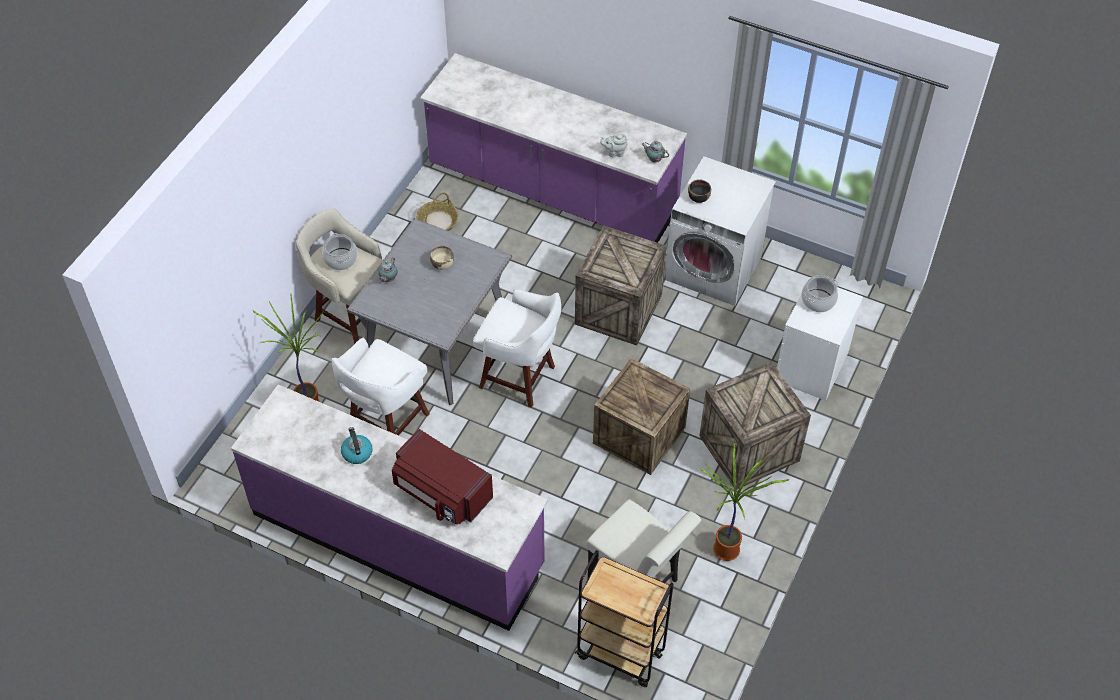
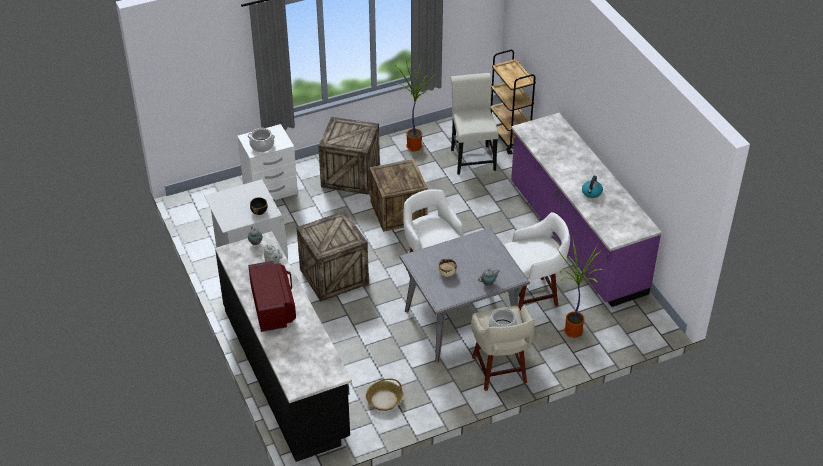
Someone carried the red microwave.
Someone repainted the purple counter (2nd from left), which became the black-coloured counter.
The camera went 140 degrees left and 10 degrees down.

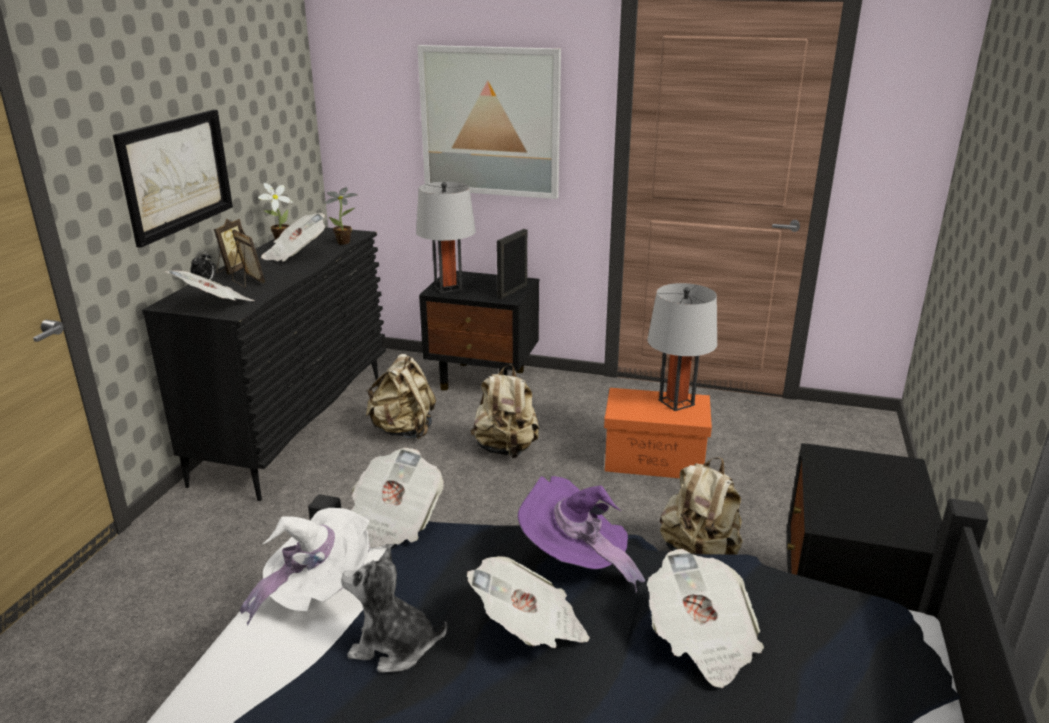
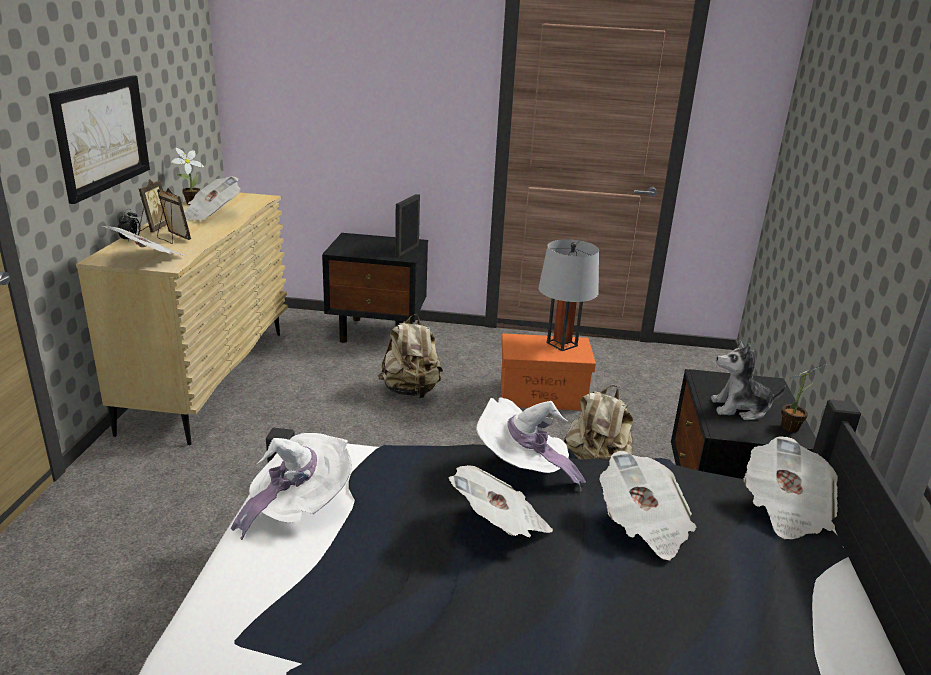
Someone took away the beige-coloured rucksack (1st from left).
Someone took away the greyish table lamp (1st from left).
Someone took away the picture (2nd from left).
Someone carried the plant in a pot (2nd from left).
Someone carried the cuddly toy.
Someone carried the daily paper (3rd from left in the first image).
Someone repainted the black-coloured drawer chest, which became the beige-coloured drawer chest.
Someone repainted the purple clothing hat, which became the white-coloured clothing hat (2nd from left).
The camera went 10 degrees left and 0 degrees up.

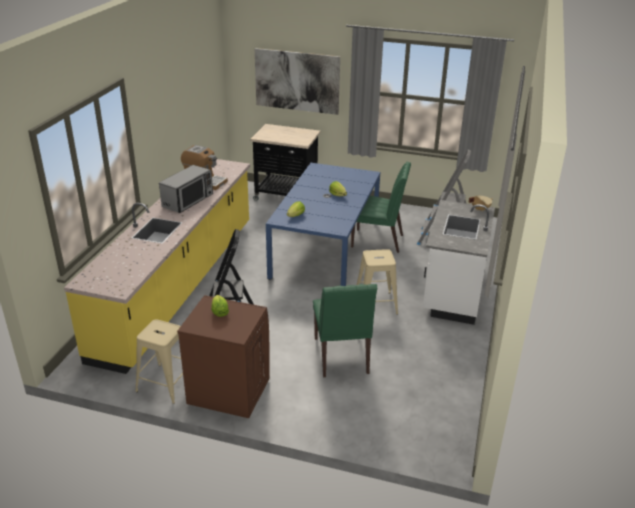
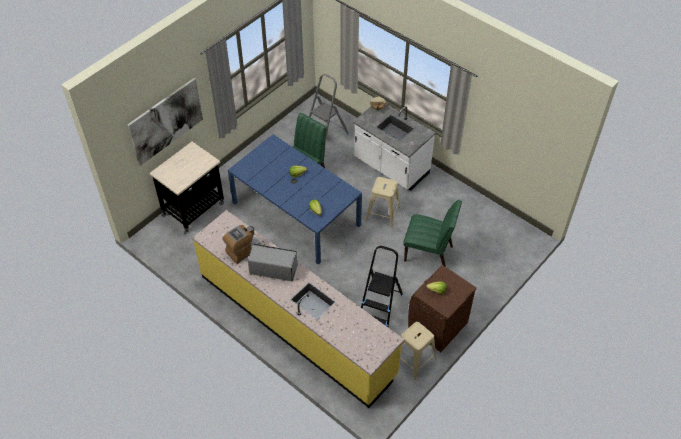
Someone rotated the microwave by 45 degrees counterclockwise.
The camera went 65 degrees left and 20 degrees up.

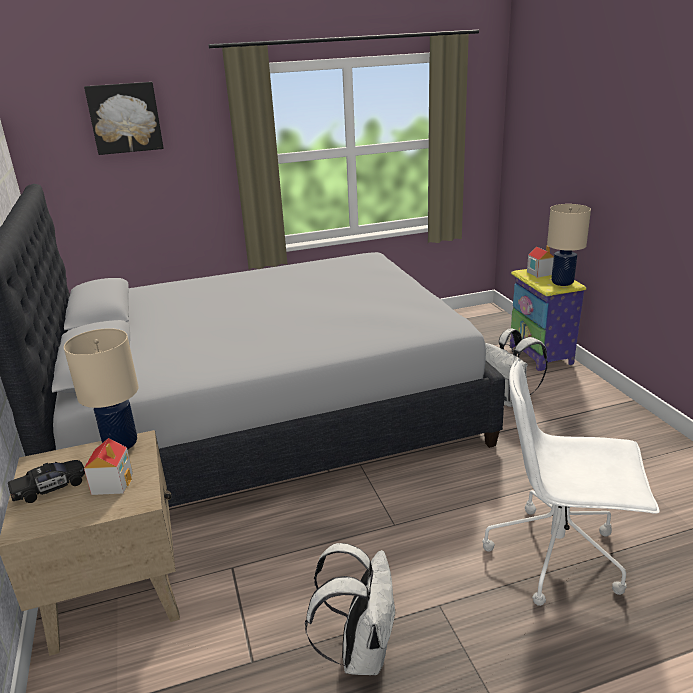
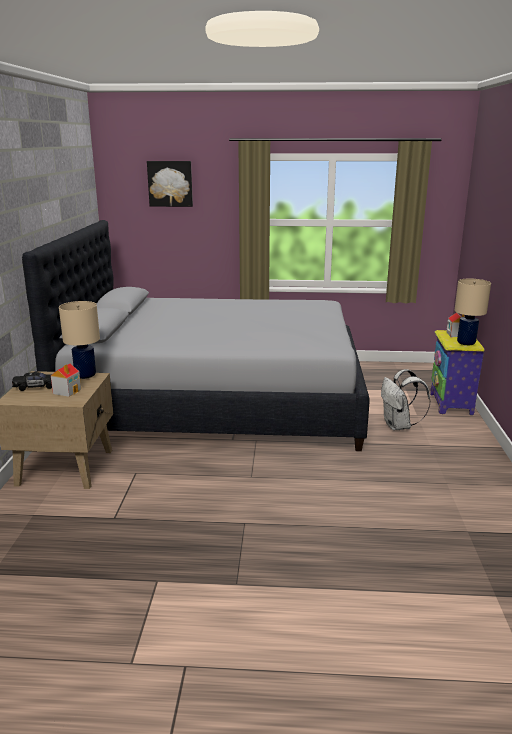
Someone took away the white-coloured rucksack (1st from left).
Someone took away the white-coloured desk chair.
The camera went 20 degrees right and 5 degrees down.

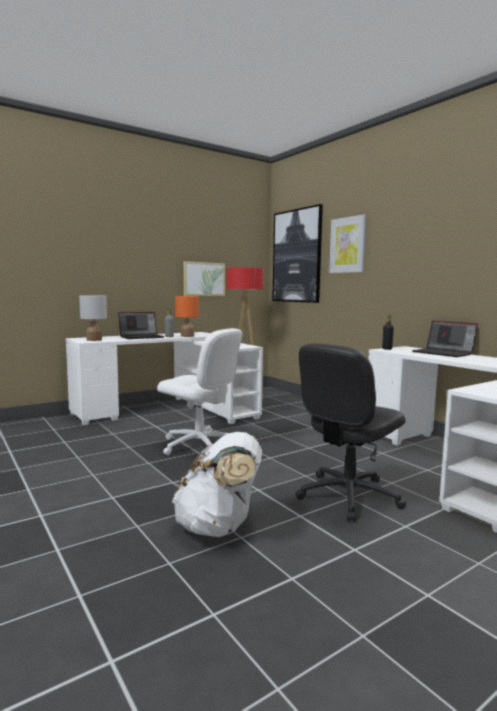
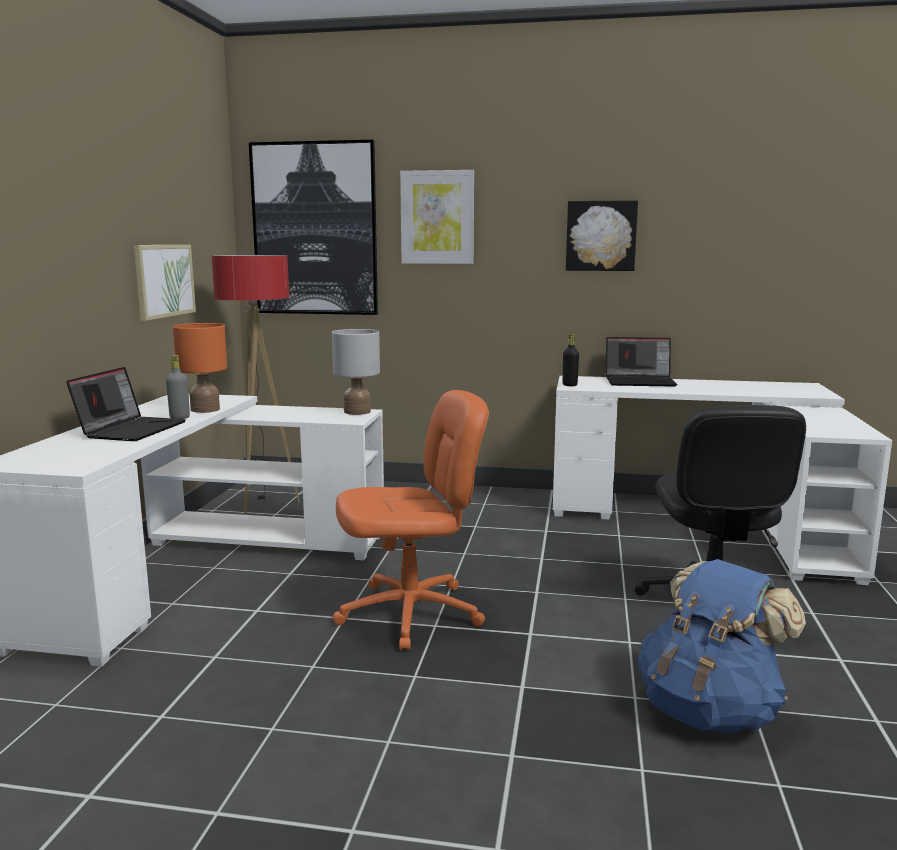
Someone put up the picture (4th from left).
Someone carried the greyish table lamp.
Someone repainted the white-coloured desk chair, which became the orange-coloured desk chair.
Someone repainted the white-coloured rucksack, which became the blue rucksack.
The camera went 45 degrees left and 5 degrees up.

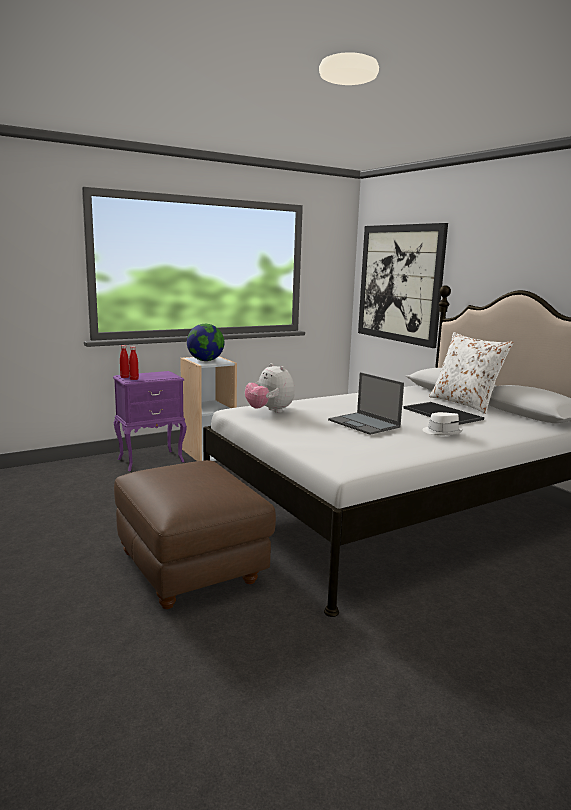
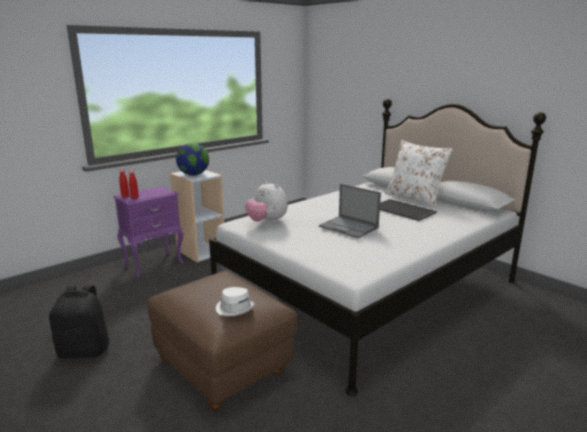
Someone took away the picture.
Someone put down the black-coloured rucksack.
Someone carried the white-coloured clothing hat.
The camera went 10 degrees left and 5 degrees up.

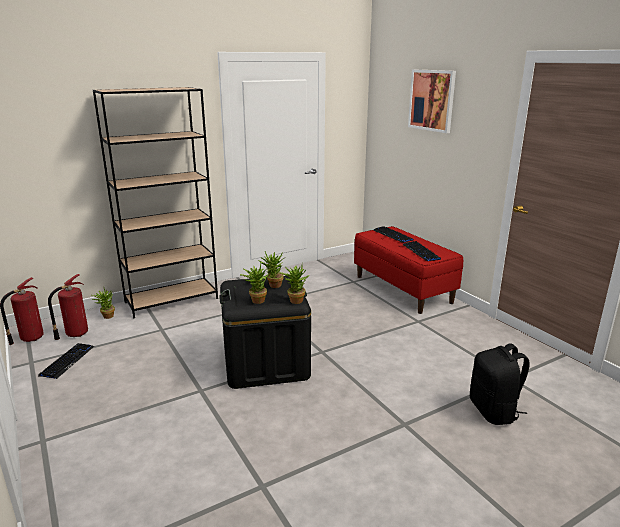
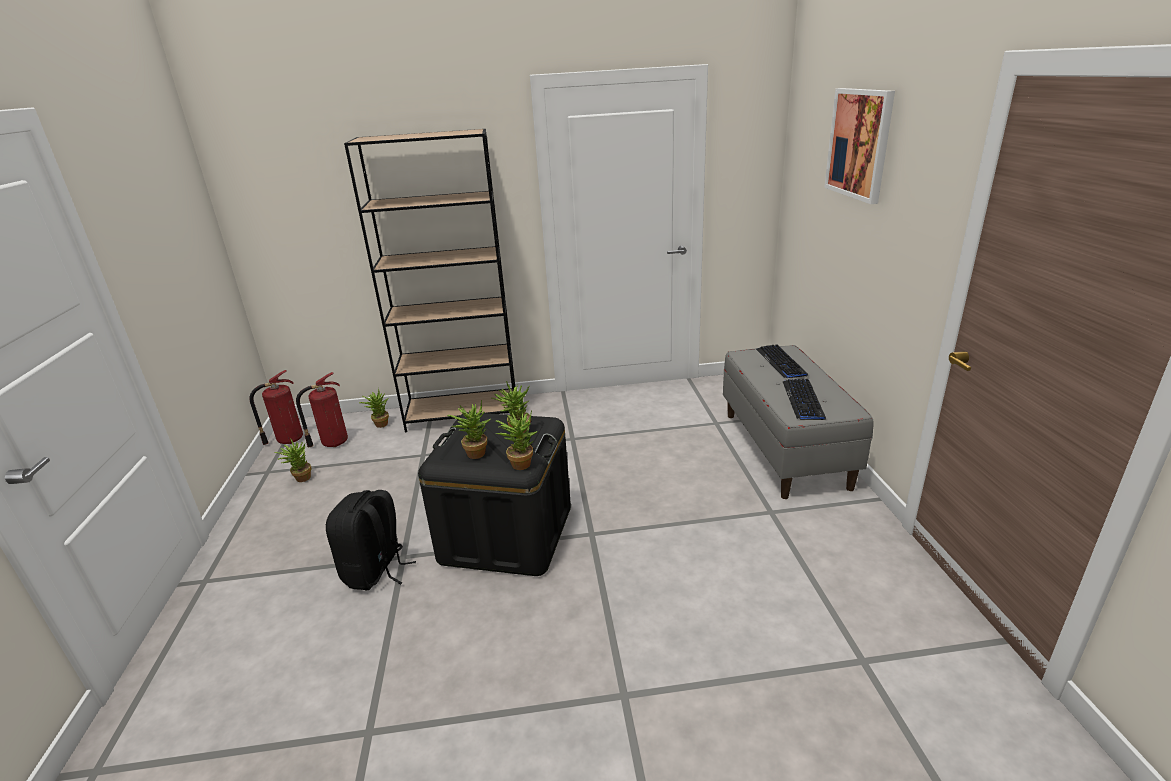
Someone carried the black-coloured rucksack.
Someone swapped the computer keyboard (1st from left) for the plant in a pot (1st from left).
Someone repainted the red indoor bench, which became the greyish indoor bench.
The camera went 25 degrees right and 5 degrees up.

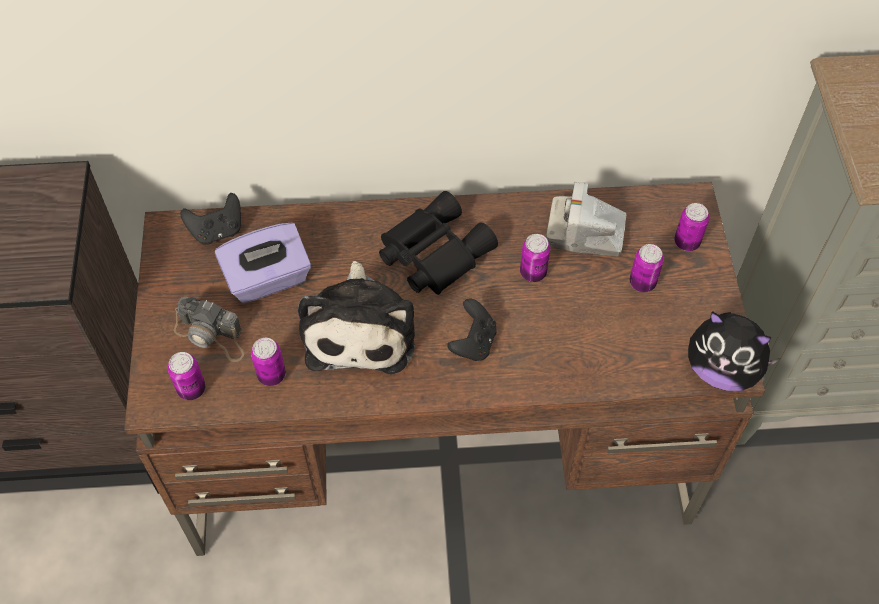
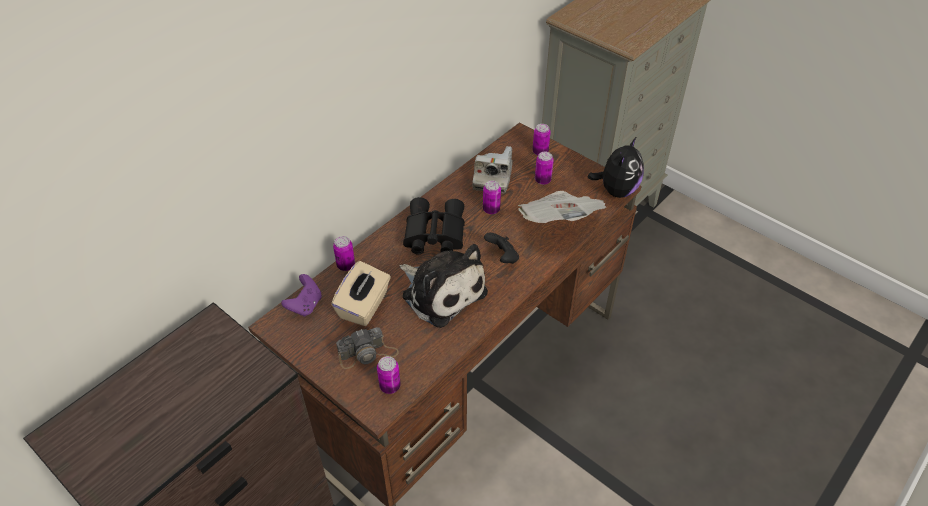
Someone put down the daily paper.
Someone carried the sealed can (2nd from left in the first image).
Someone repainted the black-coloured joypad (1st from left), which became the purple joypad.
Someone repainted the purple tissue holder, which became the beige-coloured tissue holder.
Someone rotated the still camera (2nd from left) by 45 degrees counterclockwise.
Someone rotated the cuddly toy (2nd from left) by 45 degrees counterclockwise.
The camera went 45 degrees left and 10 degrees down.

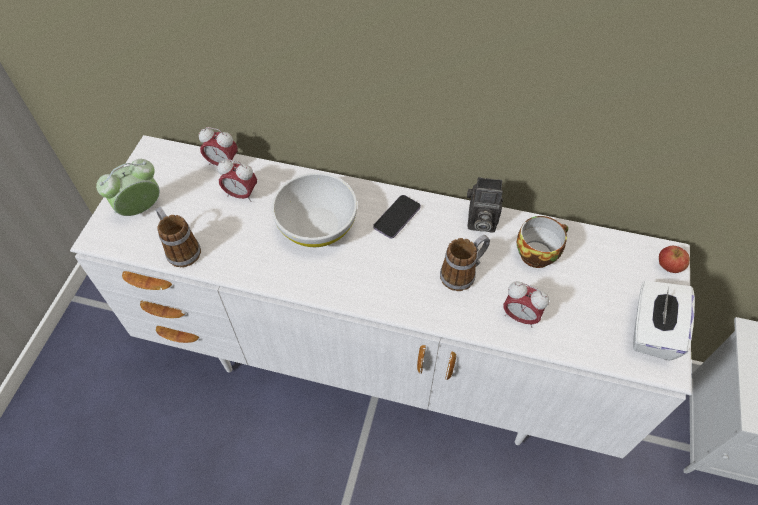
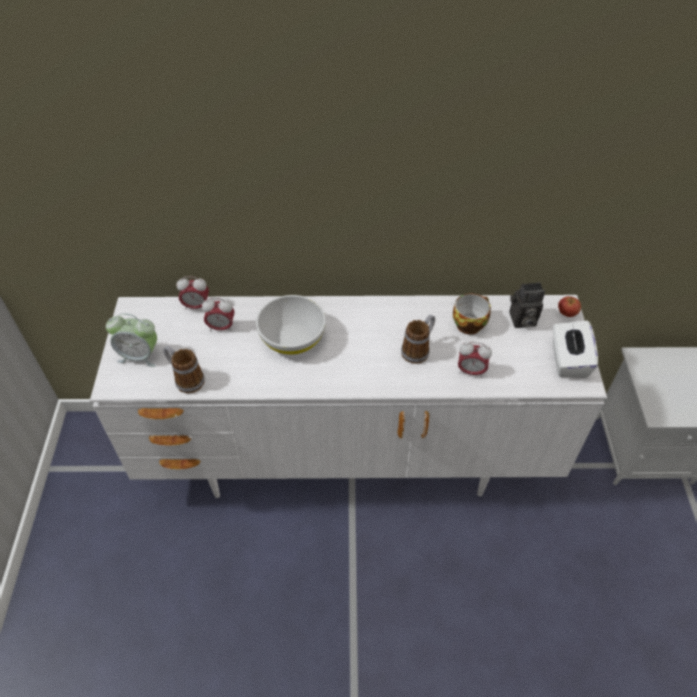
Someone took away the phone.
Someone carried the still camera.
Someone rotated the bedside clock (1st from left) by 120 degrees counterclockwise.
The camera went 15 degrees left and 5 degrees down.

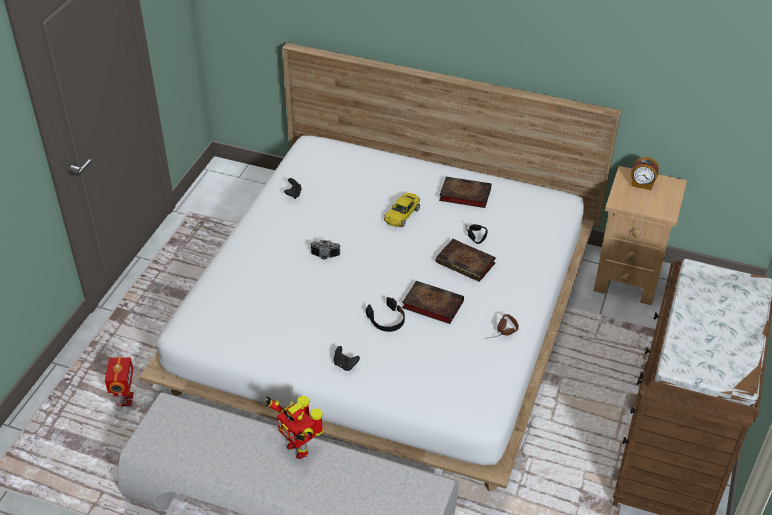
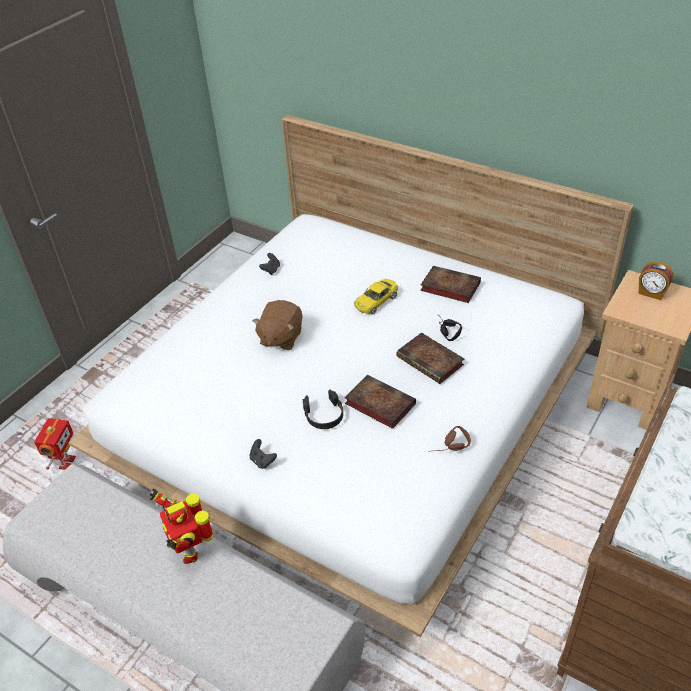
Someone swapped the still camera for the brown-coloured cuddly toy.
The camera went 15 degrees right and 0 degrees up.

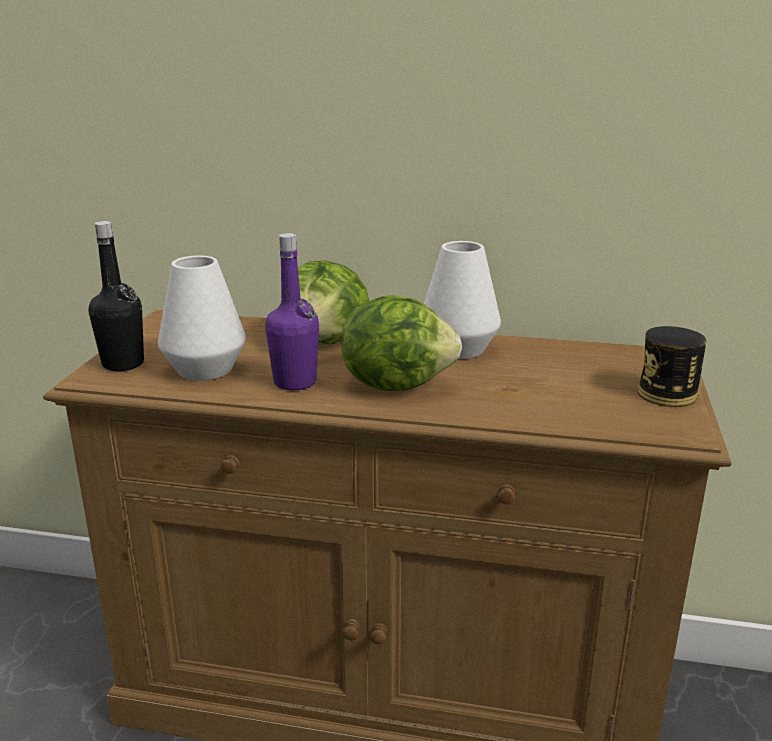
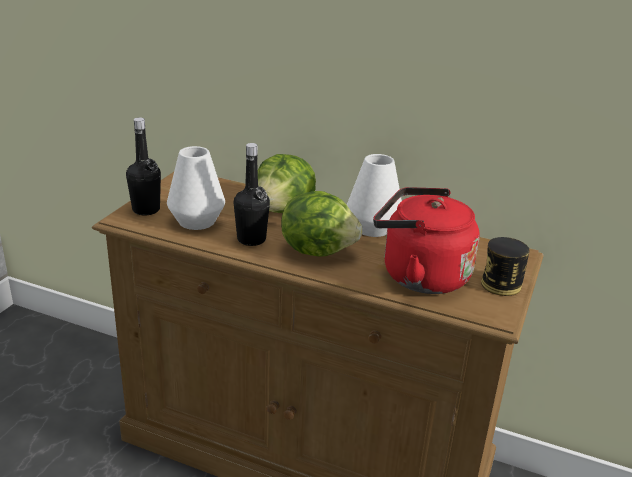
Someone put down the red kettle.
Someone repainted the purple beverage bottle, which became the black-coloured beverage bottle (2nd from left).
The camera went 10 degrees right and 5 degrees up.

